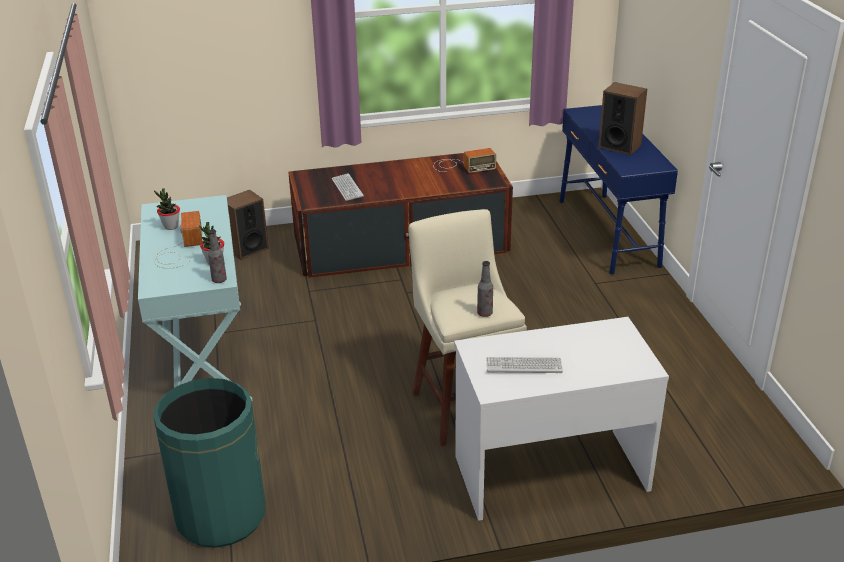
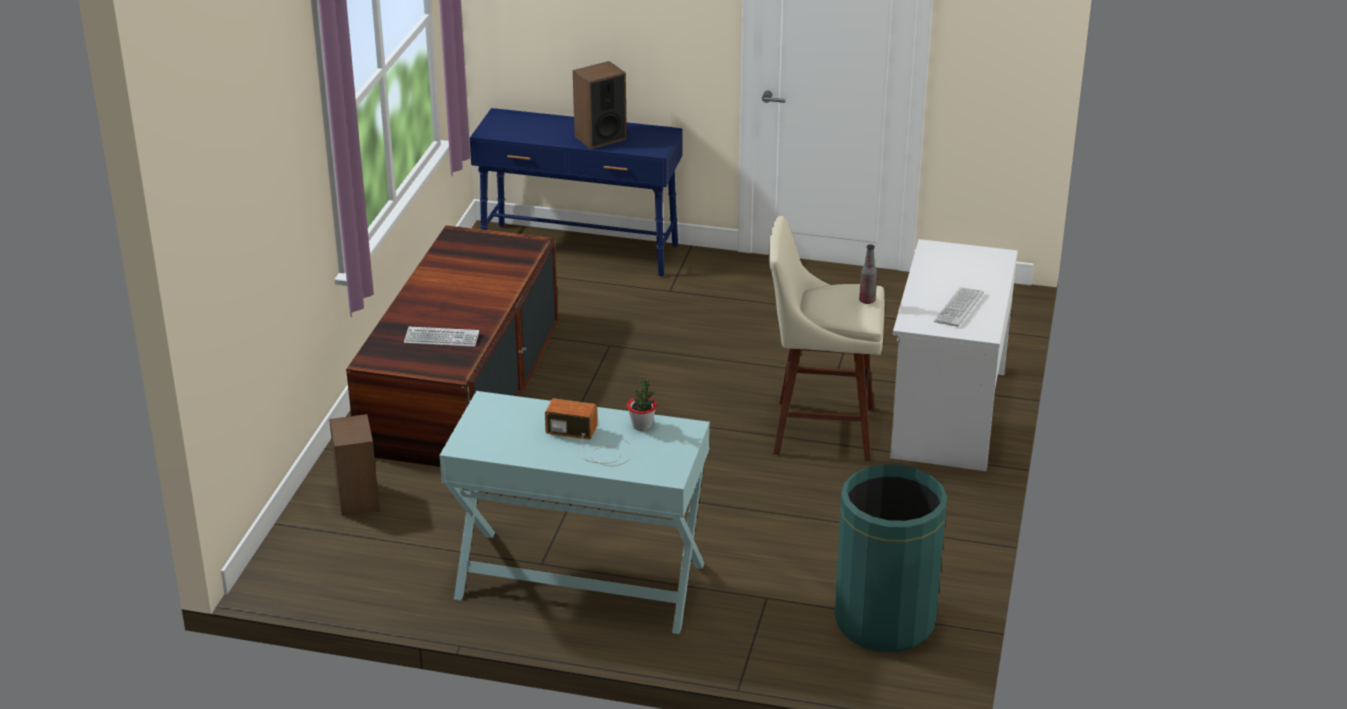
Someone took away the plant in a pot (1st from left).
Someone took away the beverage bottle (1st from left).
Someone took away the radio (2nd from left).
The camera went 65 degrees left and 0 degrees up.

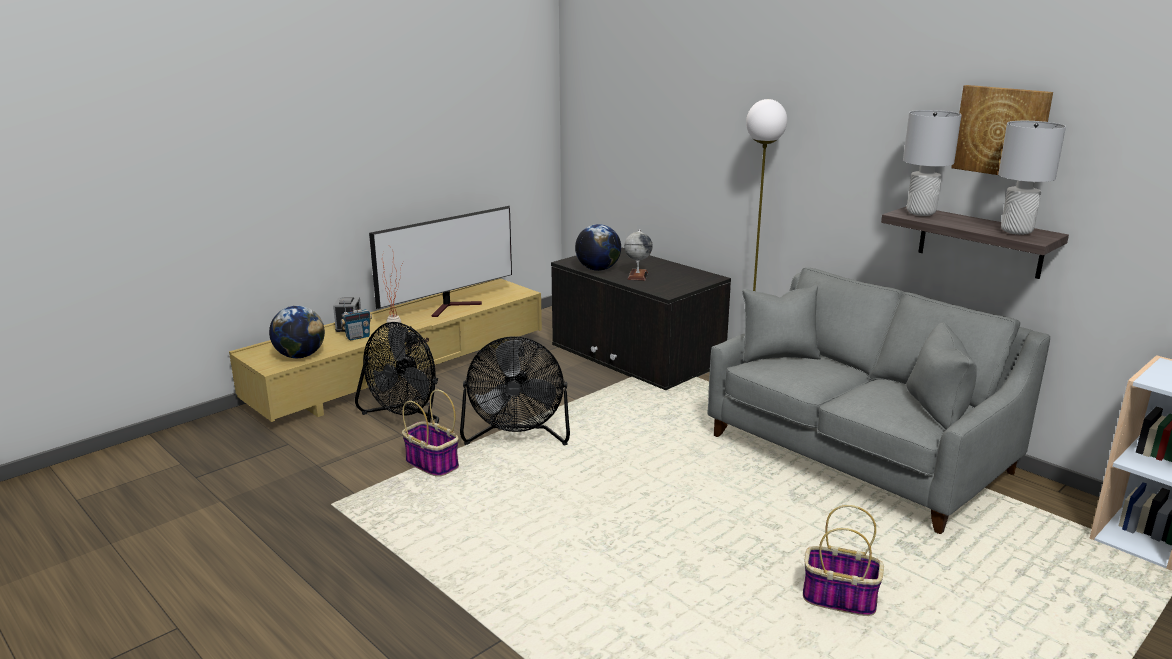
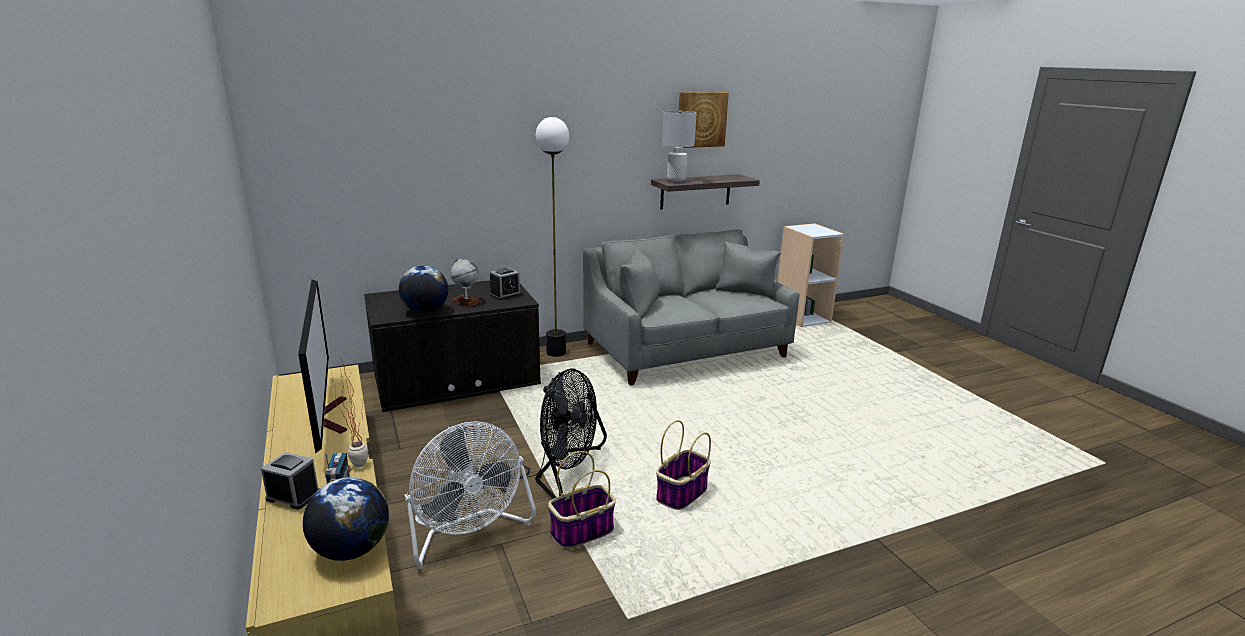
Someone took away the greyish table lamp (2nd from left).
Someone put down the bedside clock (2nd from left).
Someone carried the basket (2nd from left).
Someone repainted the black-coloured fan (1st from left), which became the white-coloured fan.
The camera went 70 degrees left and 0 degrees up.

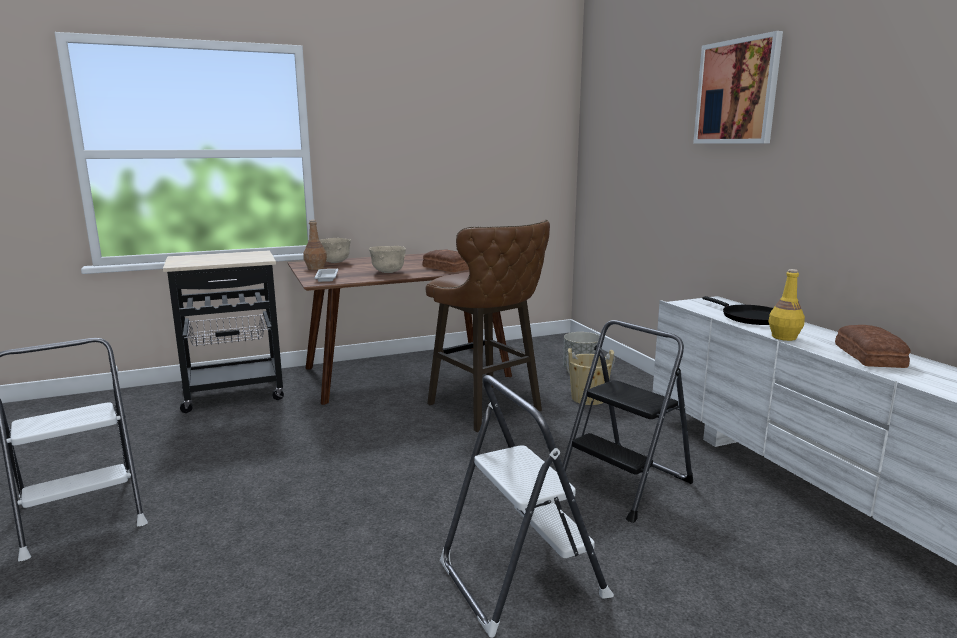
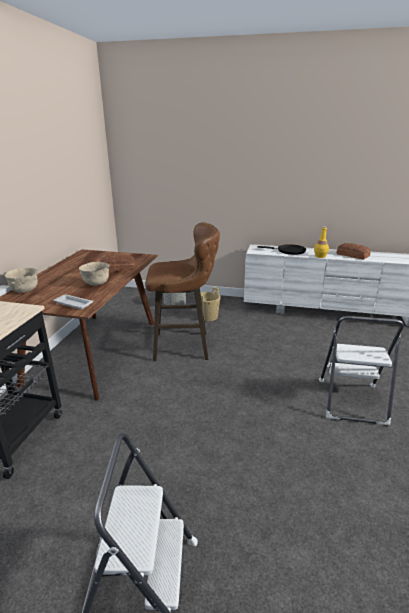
Someone took away the brown-coloured beverage bottle.
Someone took away the black-coloured step ladder.
Someone took away the picture.
The camera went 55 degrees left and 10 degrees up.

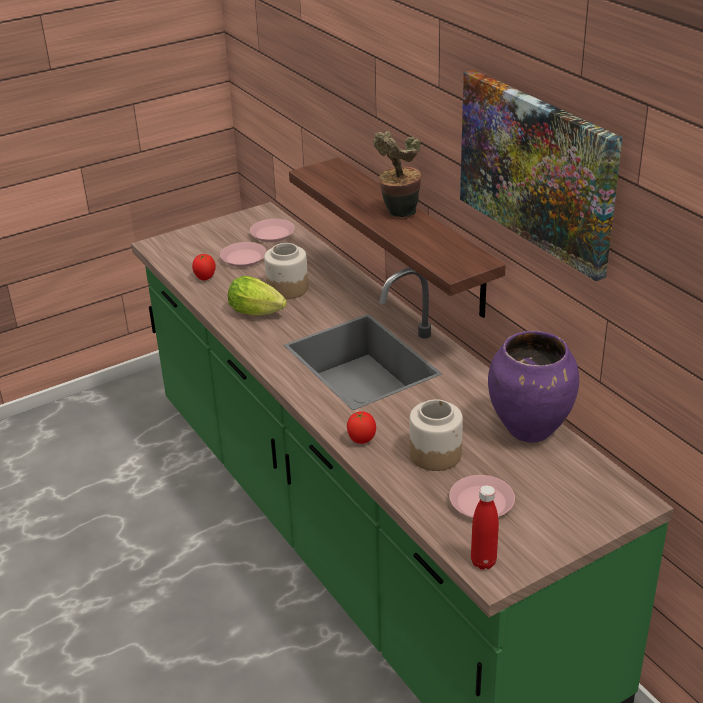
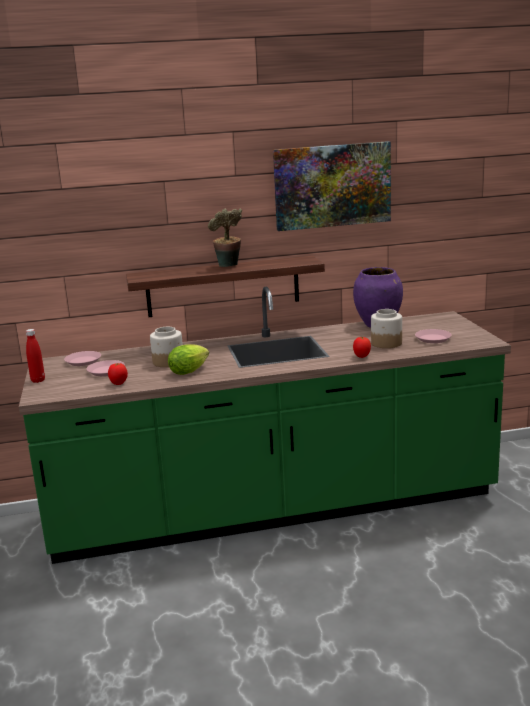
Someone carried the red beverage bottle.
The camera went 70 degrees left and 15 degrees down.

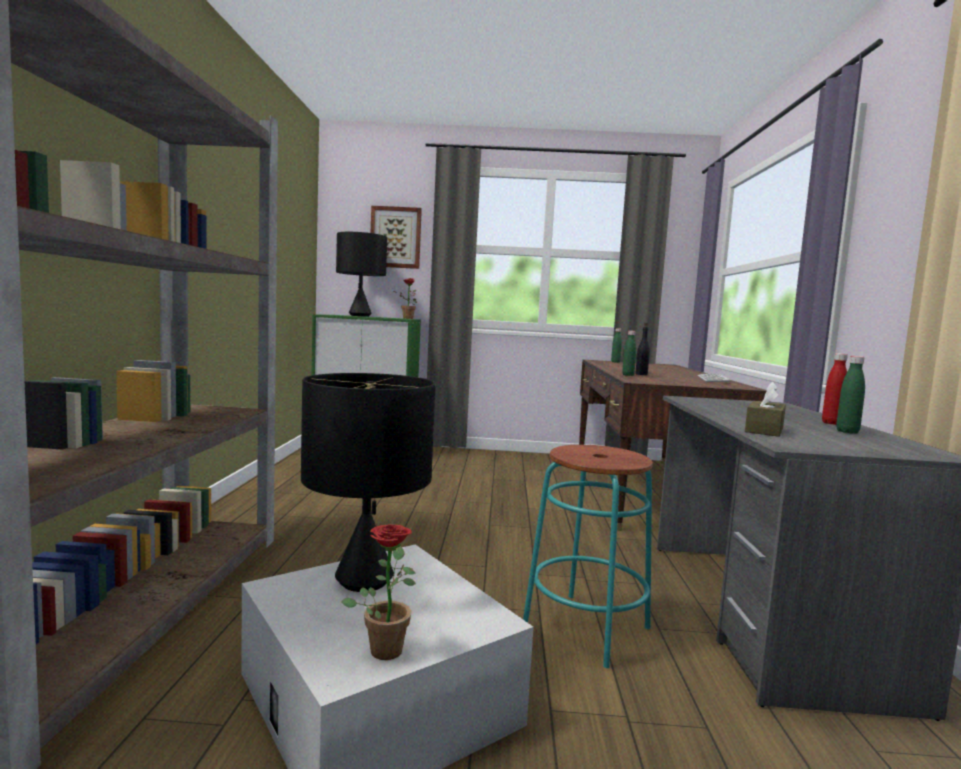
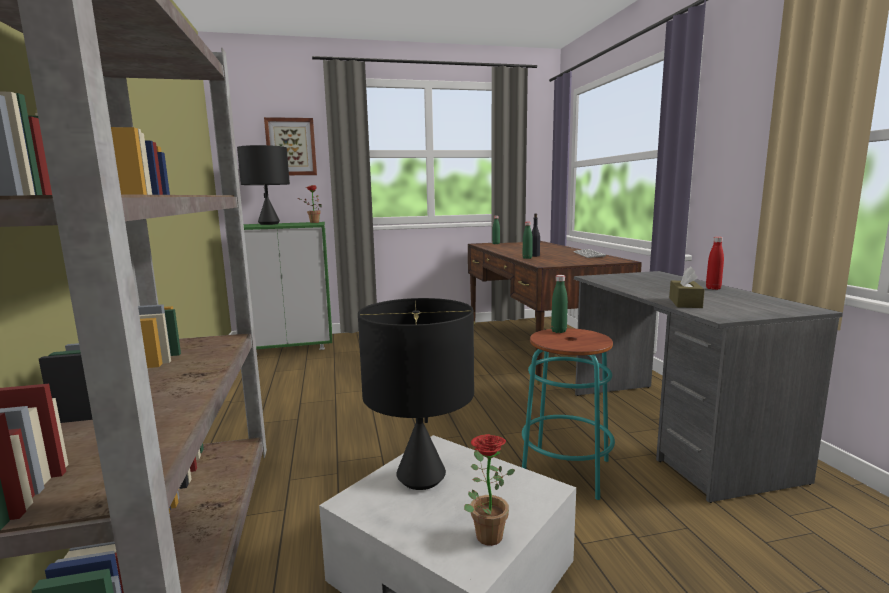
Someone carried the greenish beverage bottle (3rd from left).
The camera went 15 degrees left and 5 degrees up.

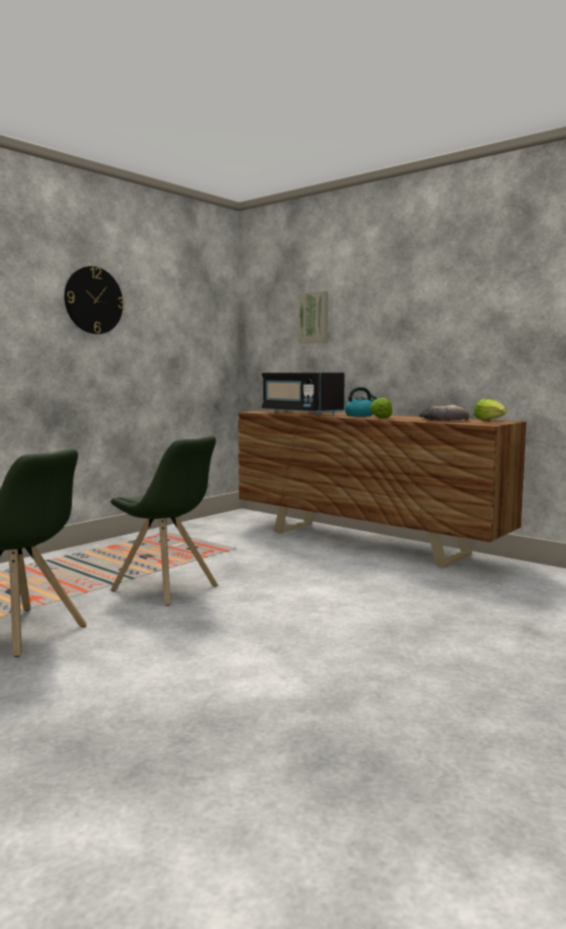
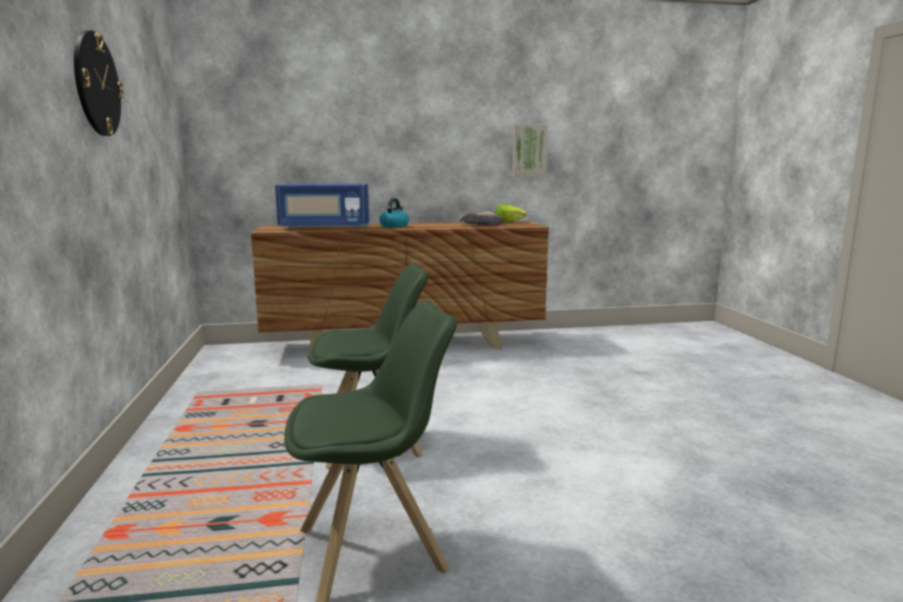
Someone took away the lettuce head (1st from left).
Someone carried the picture.
Someone repainted the black-coloured microwave, which became the blue microwave.
The camera went 50 degrees left and 5 degrees up.

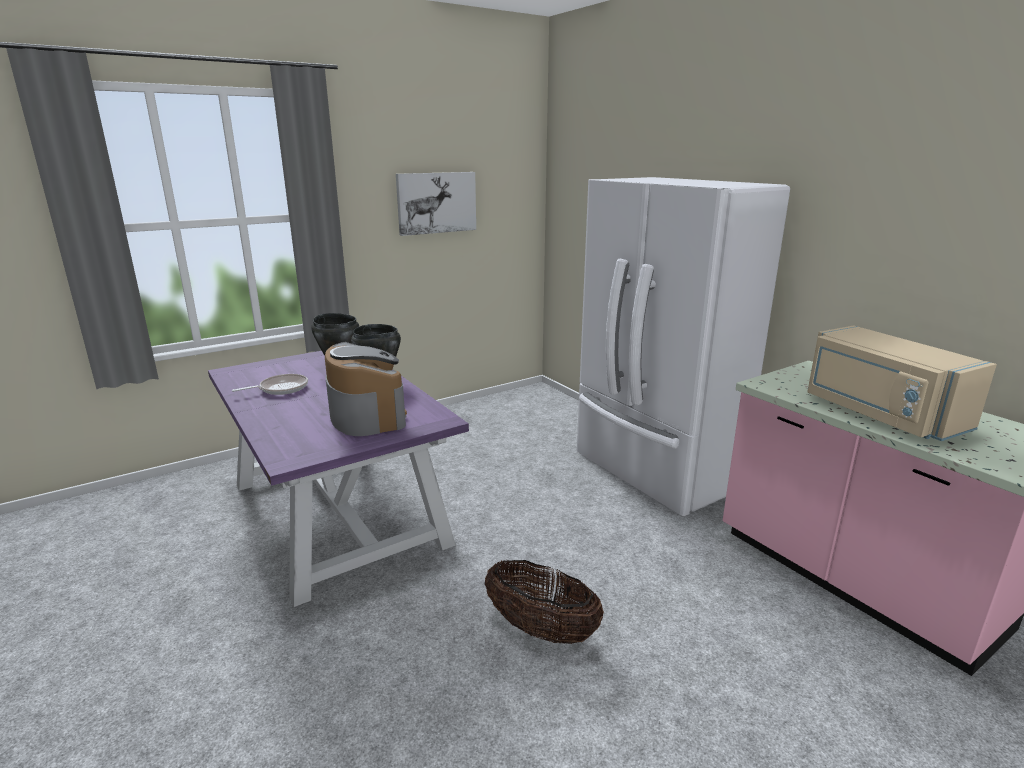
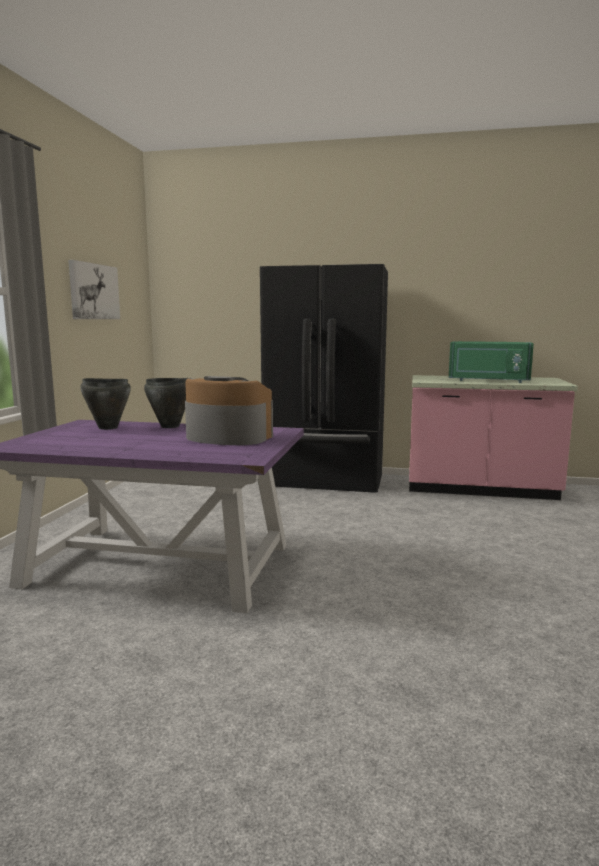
Someone took away the frying pan.
Someone took away the basket.
Someone repainted the white-coloured refrigerator, which became the black-coloured refrigerator.
Someone repainted the beige-coloured microwave, which became the greenish microwave.
The camera went 45 degrees left and 10 degrees down.

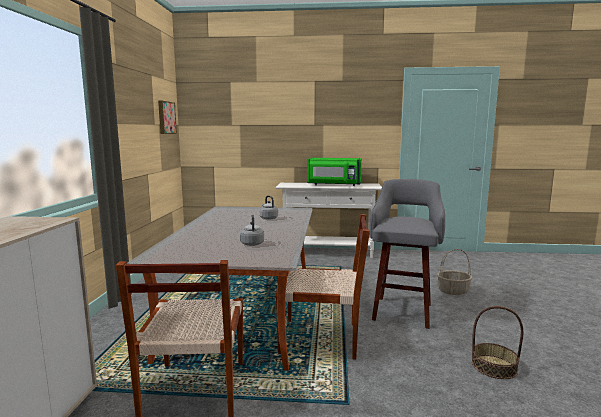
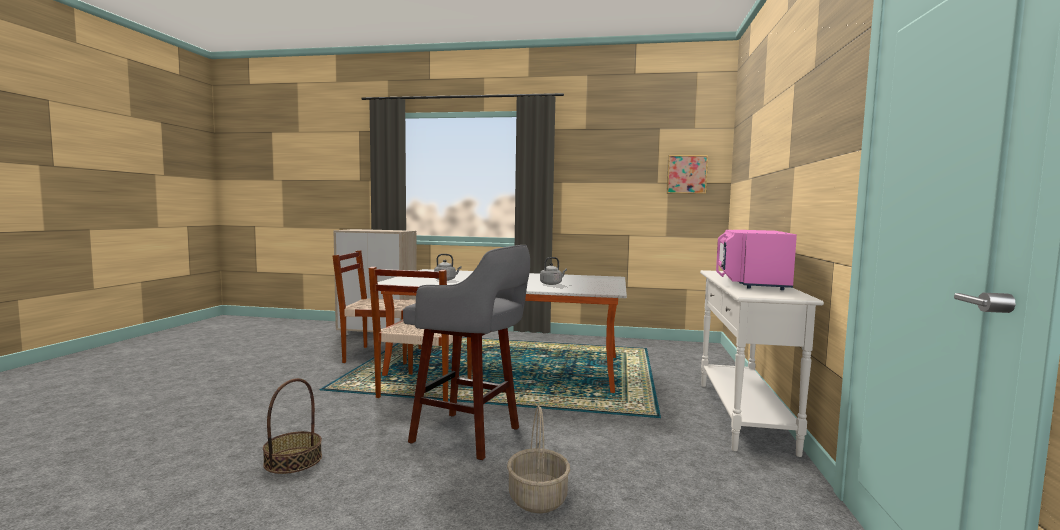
Someone repainted the greenish microwave, which became the pink-coloured microwave.
The camera went 95 degrees right and 5 degrees down.

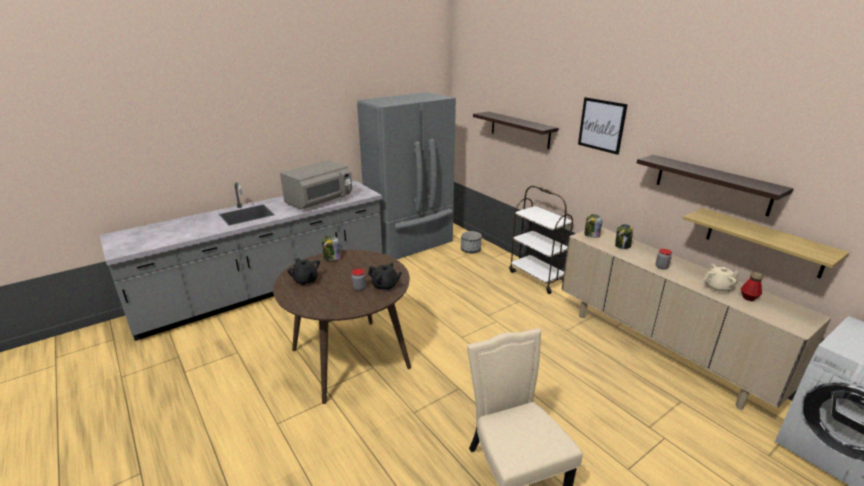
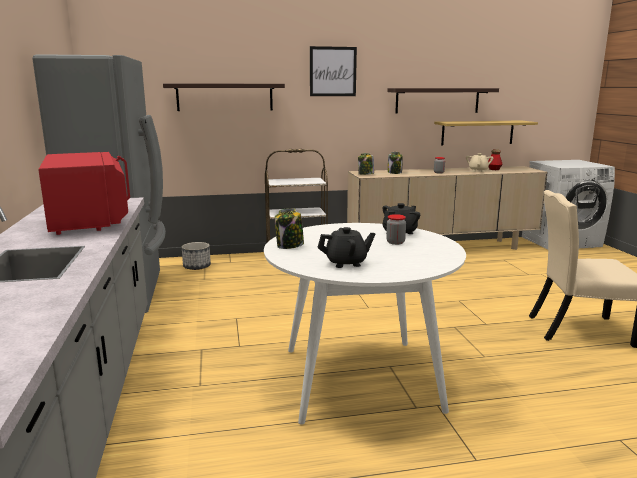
Someone repainted the brown-coloured dinner table, which became the white-coloured dinner table.
Someone repainted the greyish microwave, which became the red microwave.
The camera went 65 degrees left and 10 degrees down.

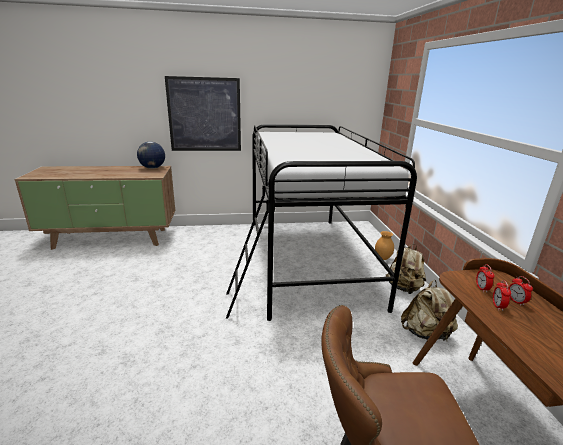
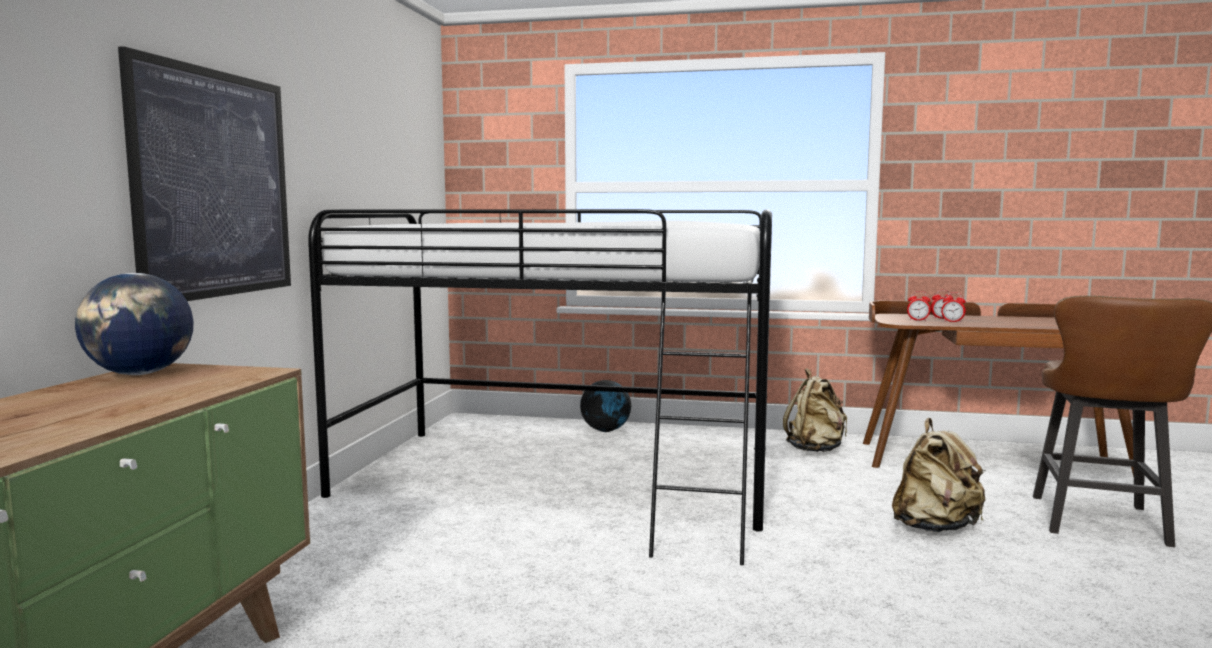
Someone carried the beige-coloured rucksack (1st from left in the first image).
Someone swapped the brown-coloured decorative vase for the desk globe (2nd from left).
The camera went 70 degrees left and 15 degrees down.

